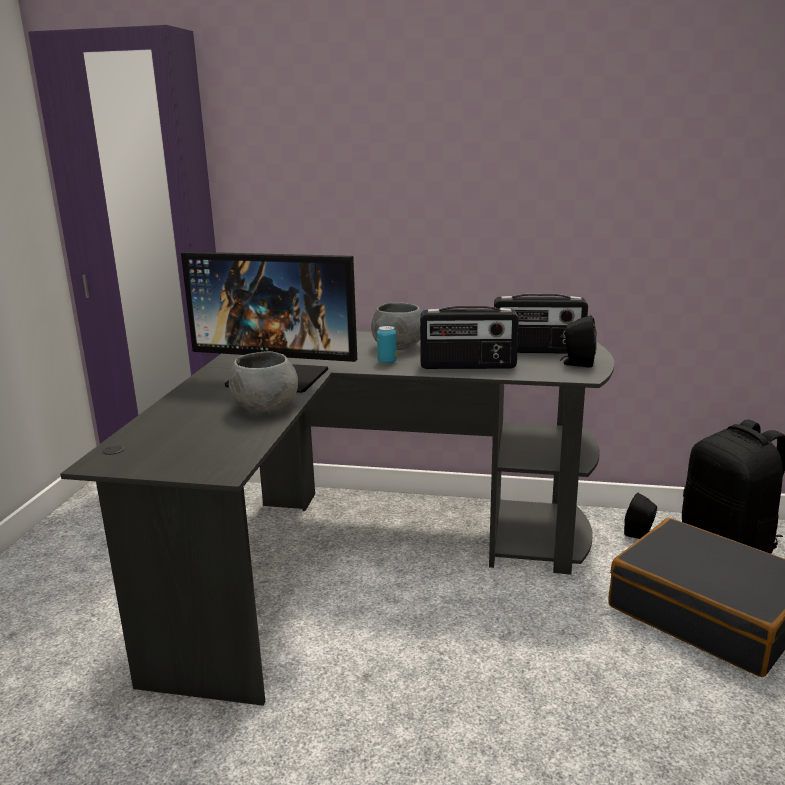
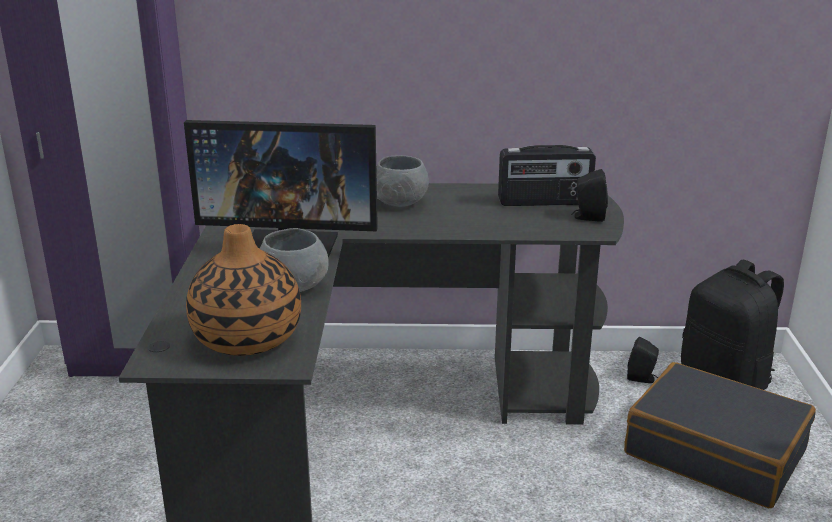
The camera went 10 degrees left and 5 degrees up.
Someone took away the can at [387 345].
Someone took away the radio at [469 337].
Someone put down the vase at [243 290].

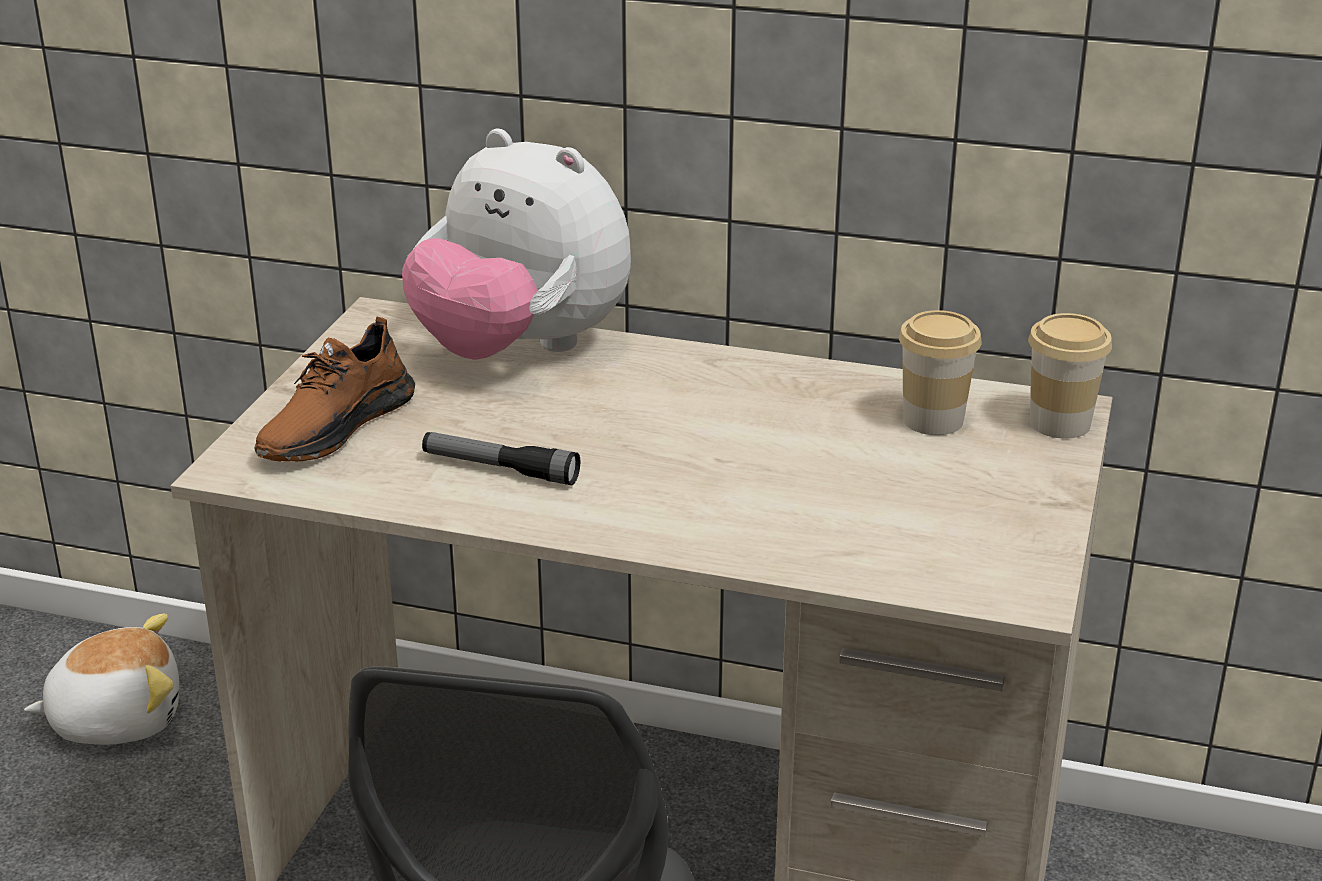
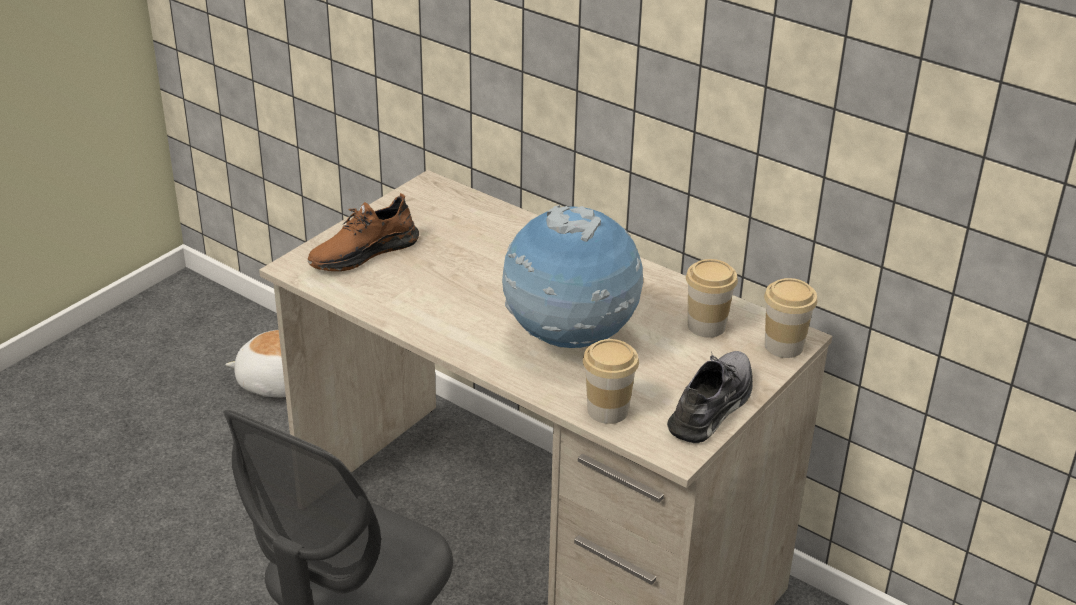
The camera went 20 degrees right and 5 degrees up.
Someone took away the plush toy at [516 244].
Someone took away the flashlight at [501 458].
Someone put down the desk globe at [572 276].
Someone put down the cup at [611 381].
Someone put down the greyish item of footwear at [710 397].

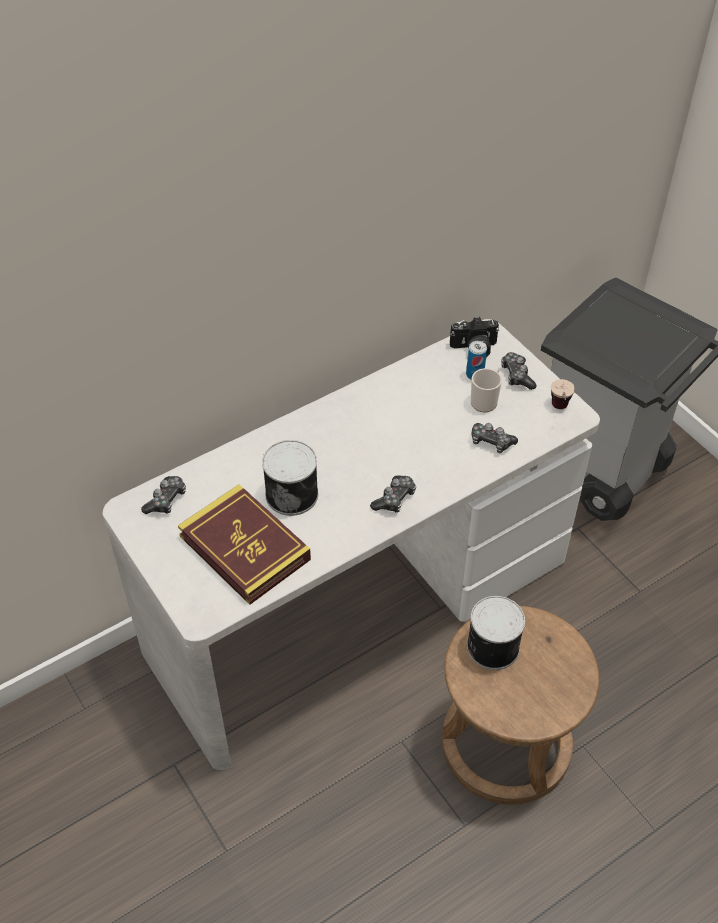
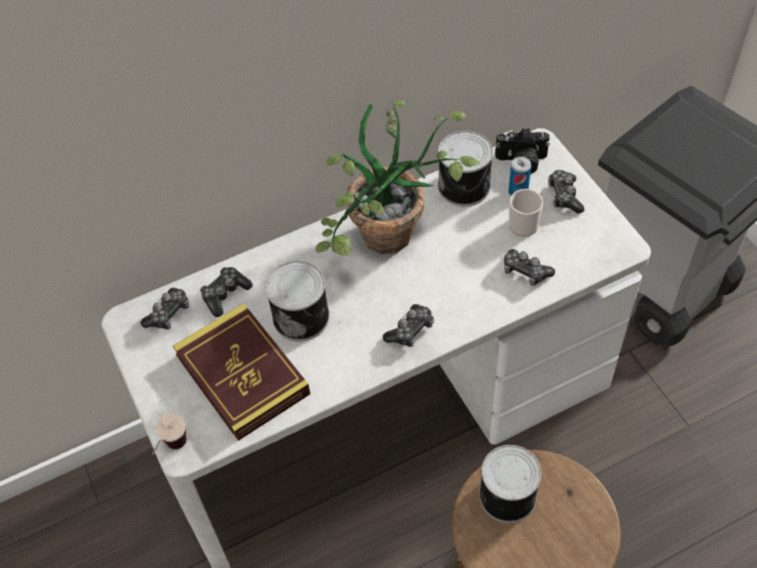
The camera went 10 degrees right and 5 degrees up.
Someone put down the game controller at [226 292].
Someone put down the potted plant at [397 178].
Someone put down the can at [465 169].
Someone carried the cup from [563 394] to [169 434].

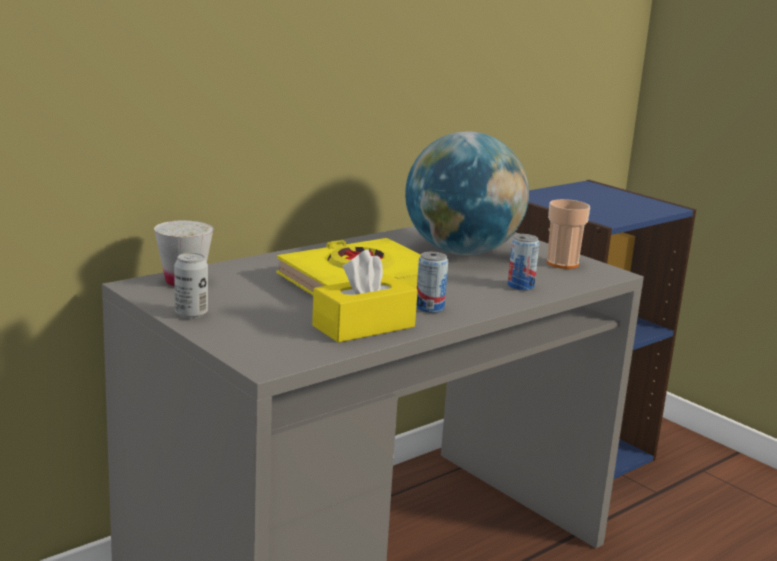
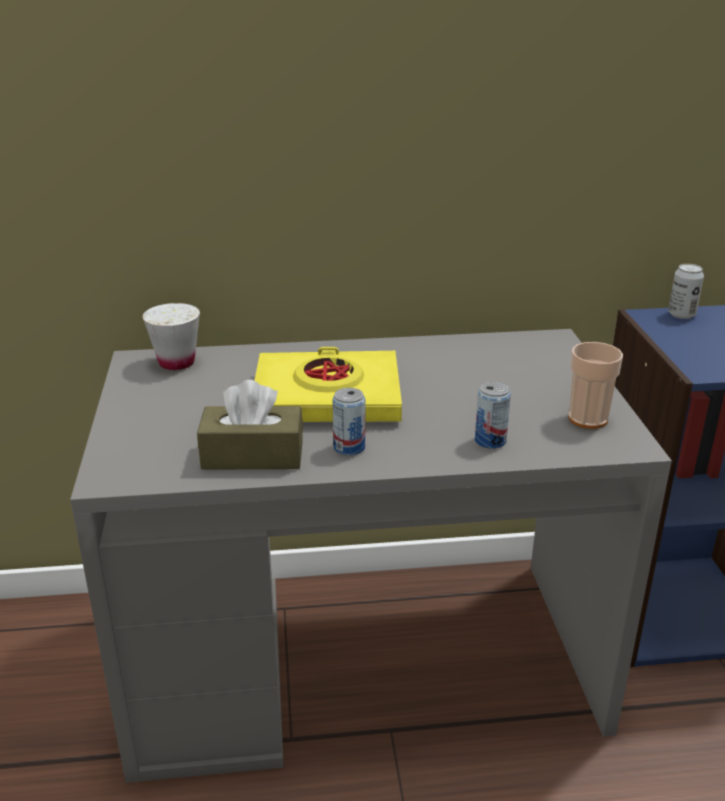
The camera went 35 degrees right and 10 degrees up.
Someone took away the desk globe at [467 193].
Someone carried the can from [191 285] to [686 291].
Someone repainted the yellowish box of tissues at [365 296], which became the brown box of tissues at [250 425].

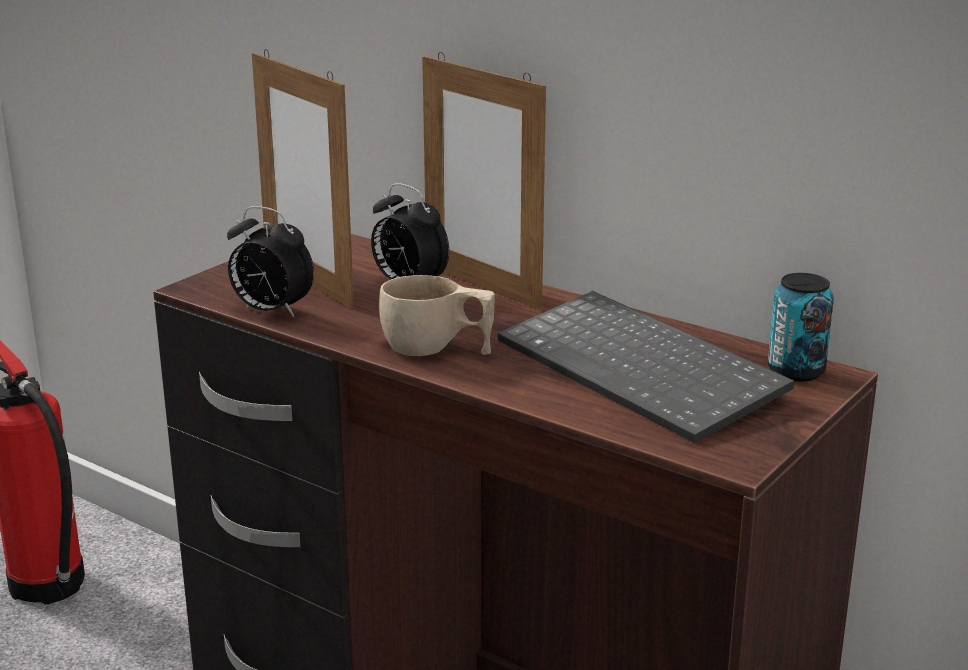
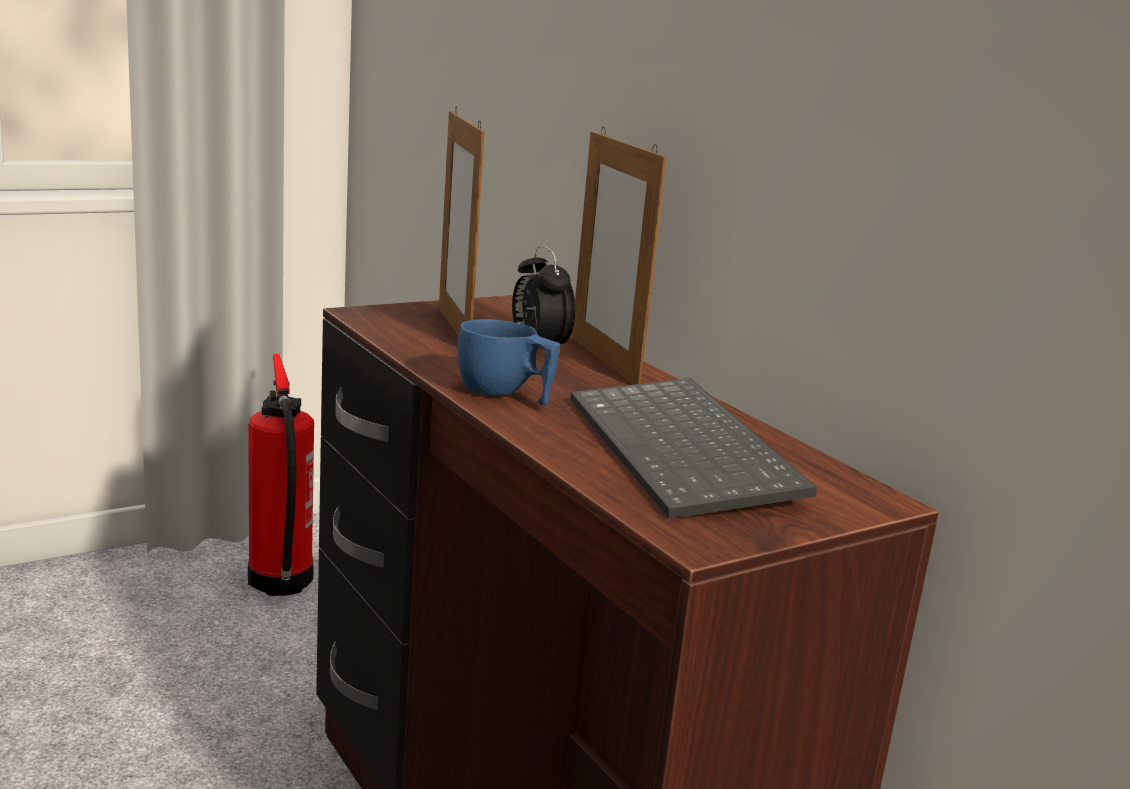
The camera went 20 degrees right and 5 degrees down.
Someone took away the table clock at [270 261].
Someone took away the can at [801 327].
Someone repainted the beige cup at [437 315], which became the bluish cup at [508 362].

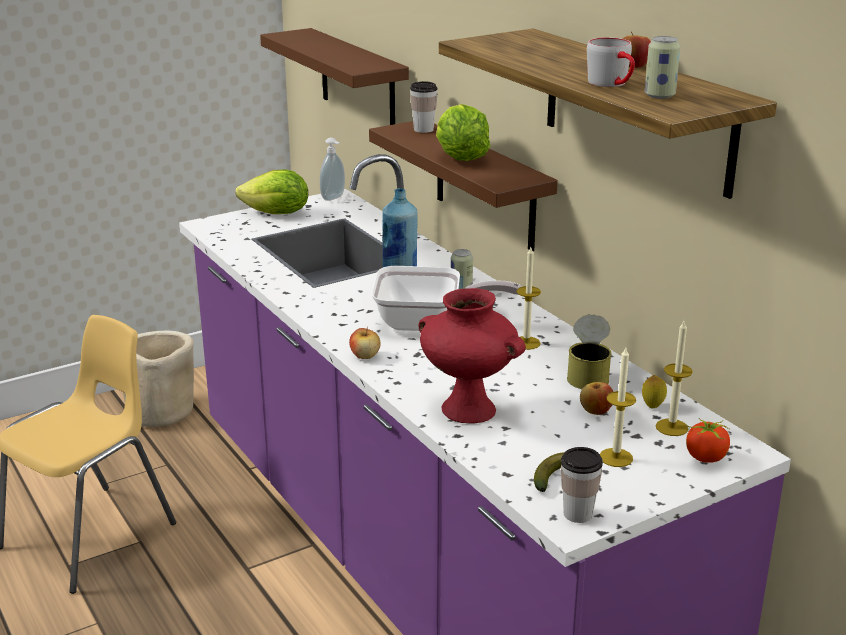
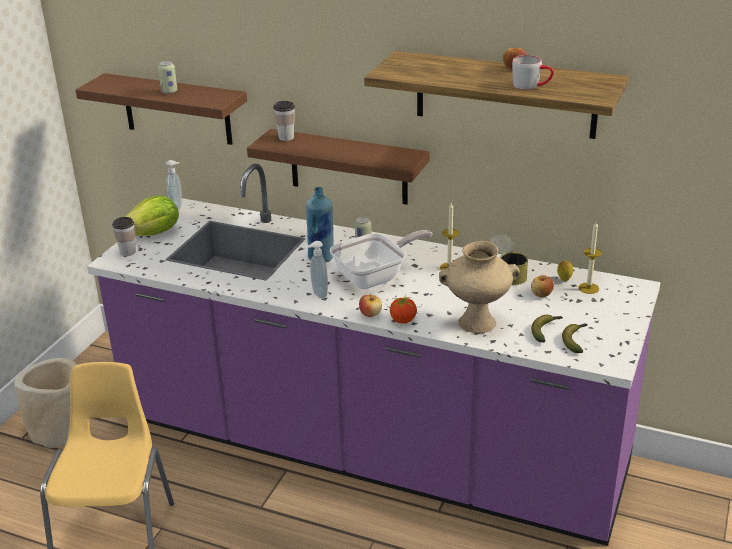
The camera went 35 degrees left and 5 degrees up.
Someone took away the lettuce at [463 132].
Someone took away the wax light at [618 407].
Someone put down the soap bottle at [317 270].
Someone put down the whole banana at [547 328].
Someone carried the cup from [582 485] to [124 236].
Someone carried the can from [662 67] to [167 77].
Someone carried the whole tomato from [708 440] to [403 309].
Someone repainted the red vase at [472 356], which became the beige vase at [479 287].

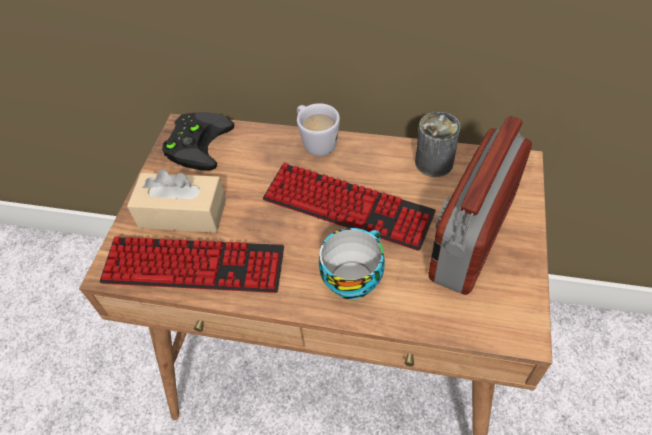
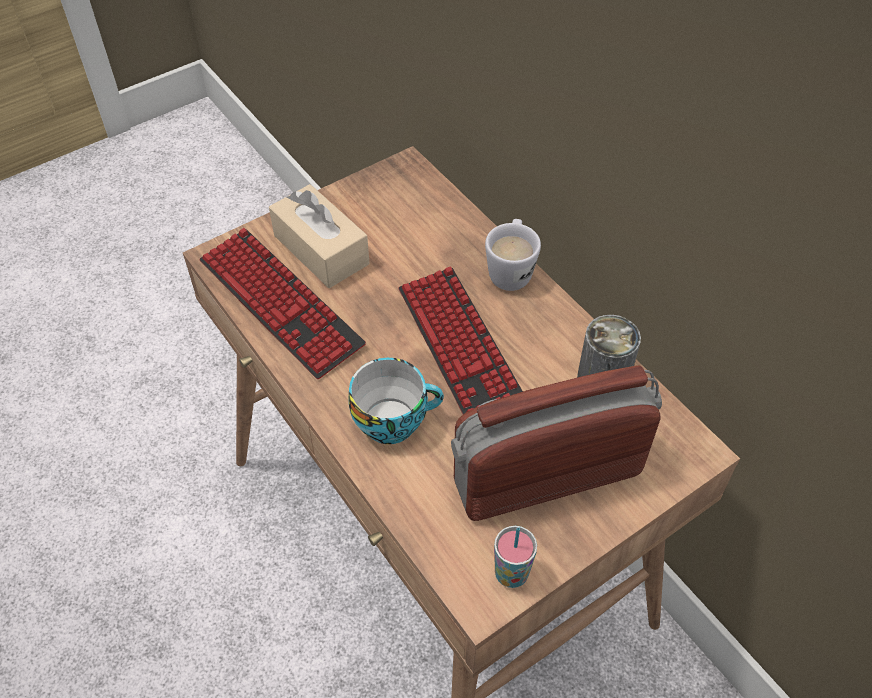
The camera went 40 degrees right and 0 degrees up.
Someone took away the black game controller at [198 141].
Someone put down the cup at [515 557].

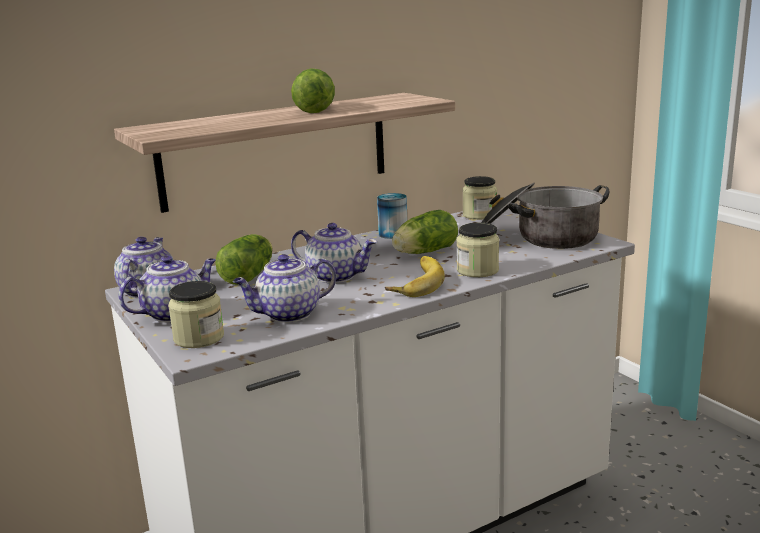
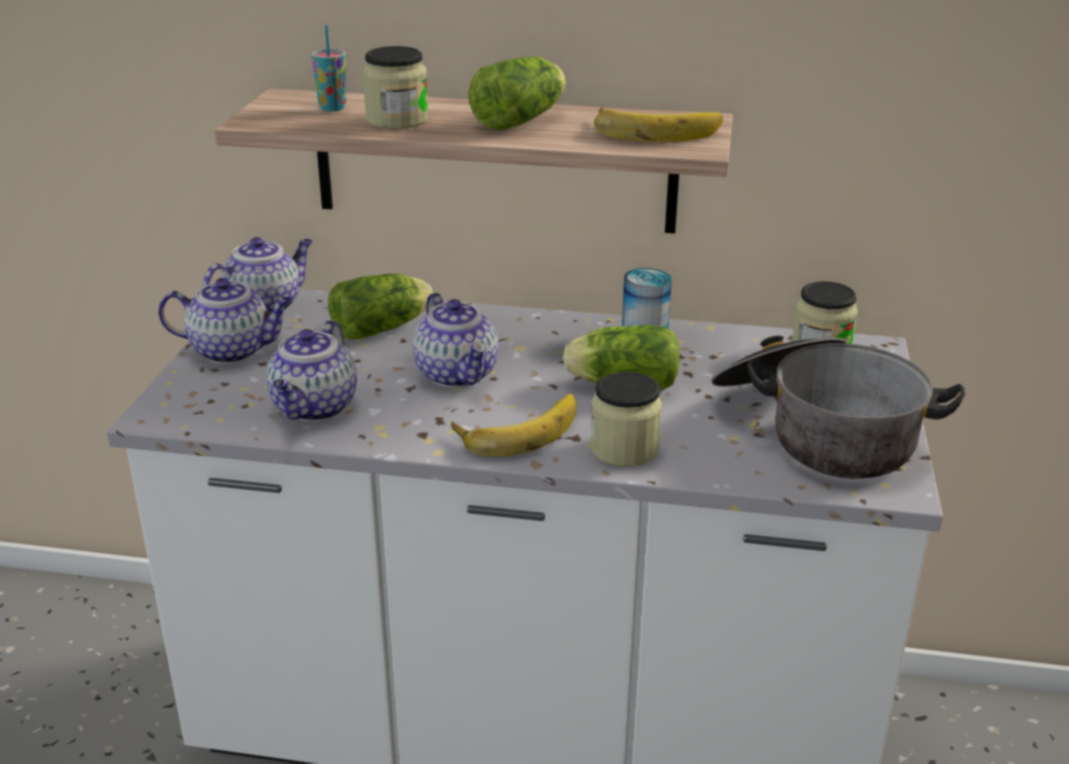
The camera went 40 degrees right and 10 degrees up.
Someone put down the cup at [328 68].
Someone put down the whole banana at [658 124].
Someone carried the preserve jar from [196 314] to [395 87].
Someone rotated the teapot at [284 288] by 90 degrees counterclockwise.

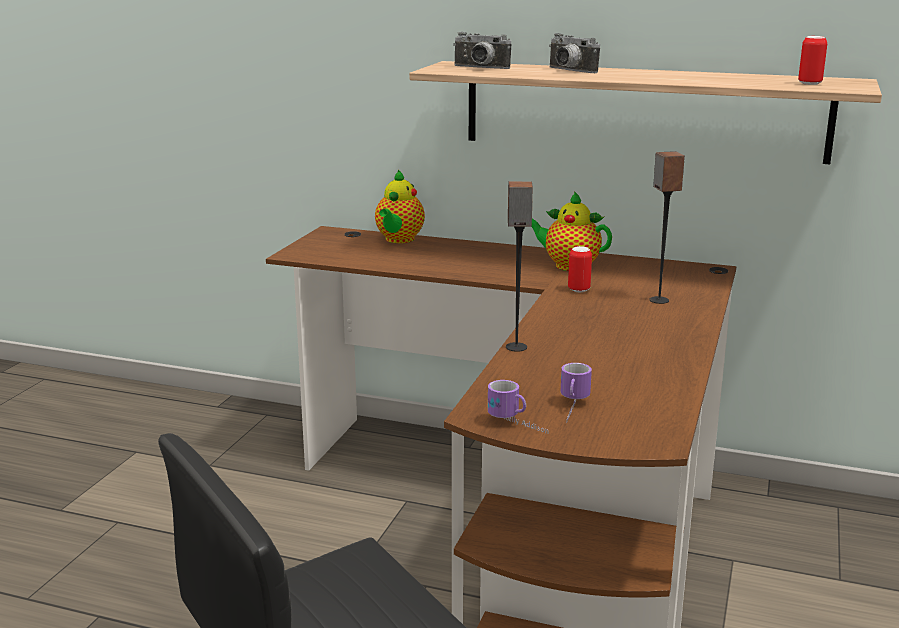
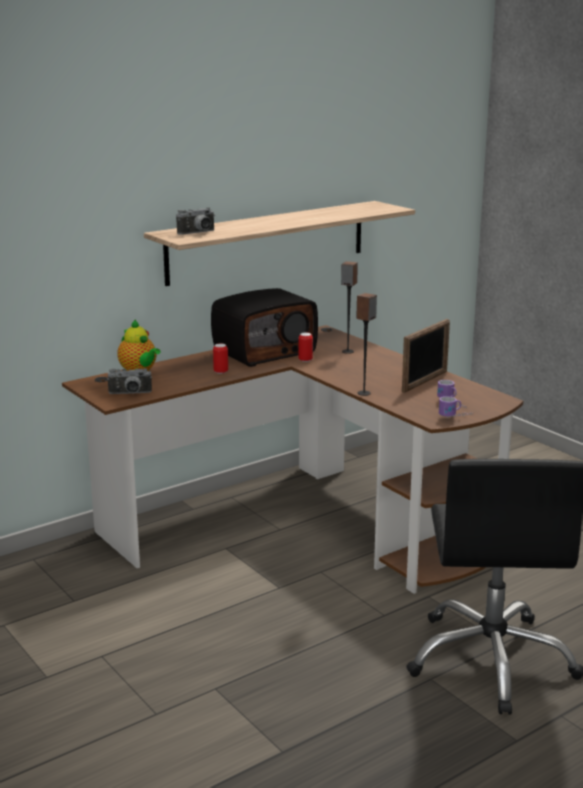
The camera went 55 degrees left and 0 degrees up.
Someone put down the picture frame at [426 356].
Someone carried the still camera from [574 53] to [129 381].
Someone carried the can from [812 60] to [220 358].
Someone swapped the teapot at [572 231] for the radio at [264 327].

